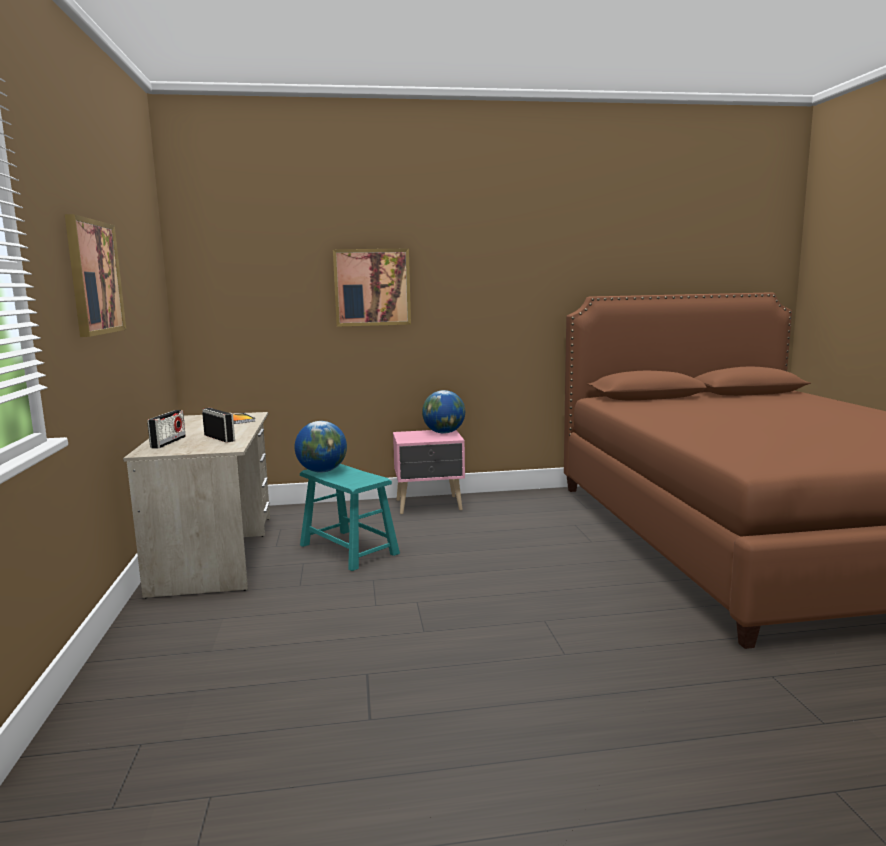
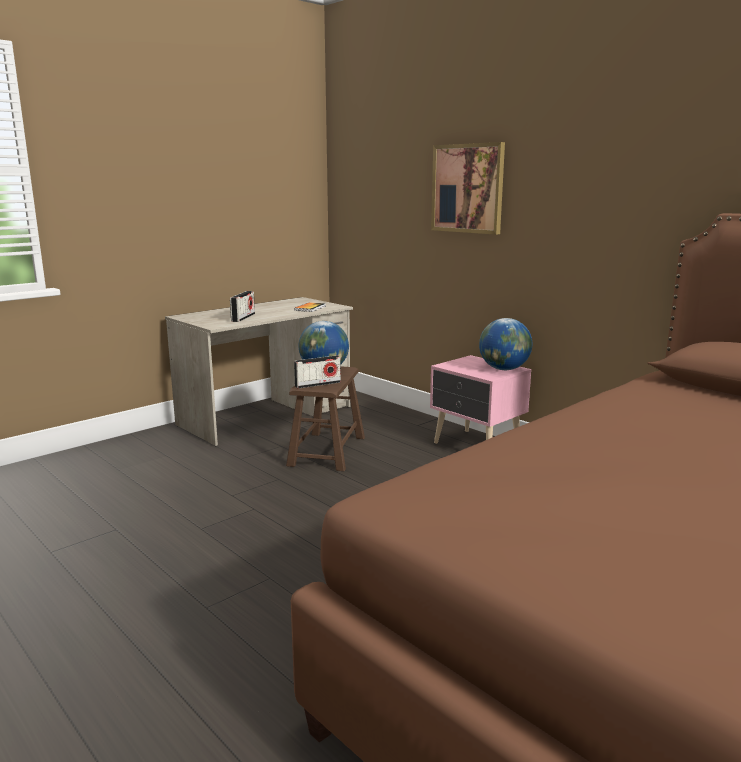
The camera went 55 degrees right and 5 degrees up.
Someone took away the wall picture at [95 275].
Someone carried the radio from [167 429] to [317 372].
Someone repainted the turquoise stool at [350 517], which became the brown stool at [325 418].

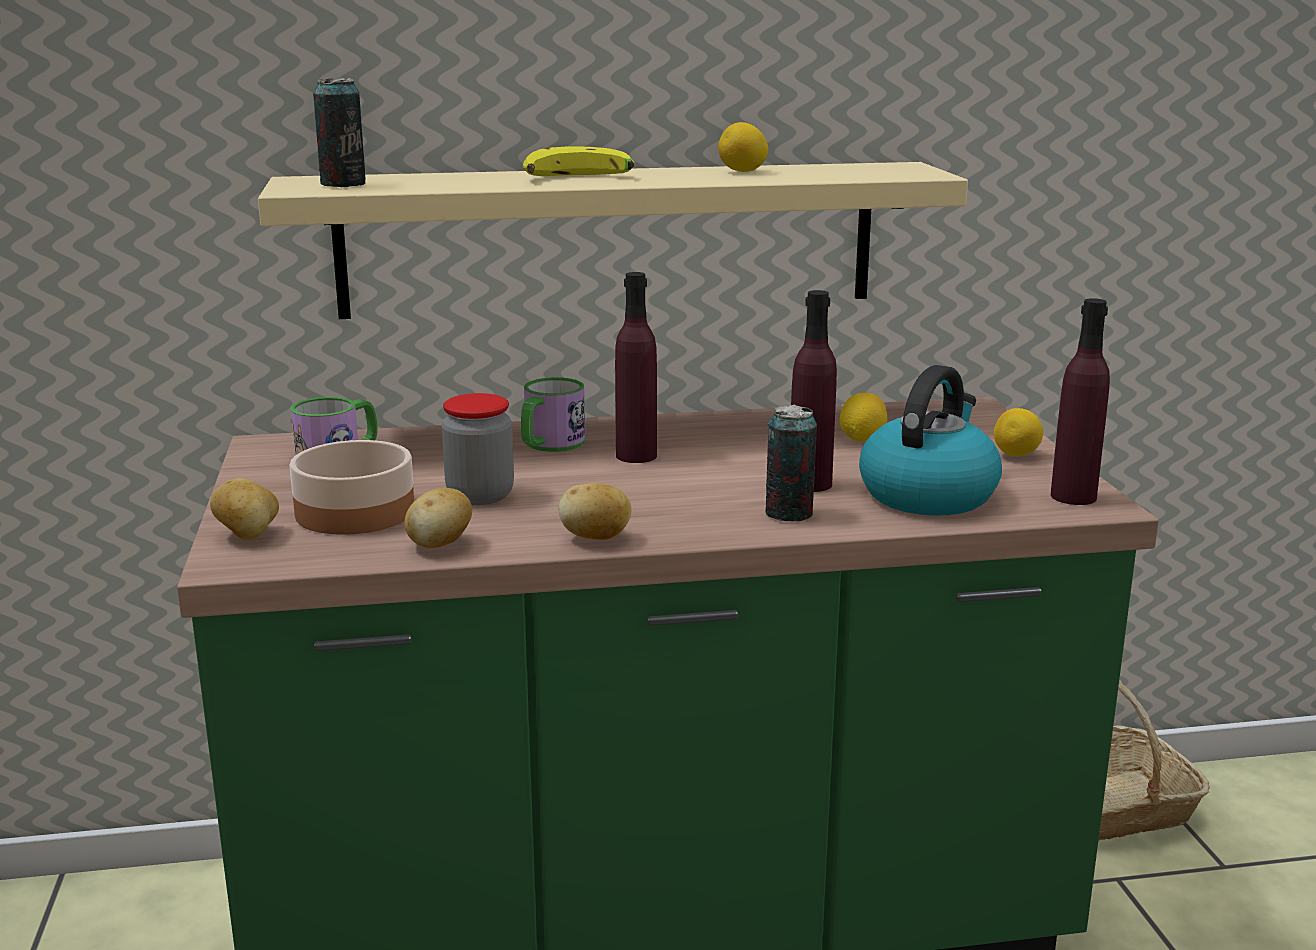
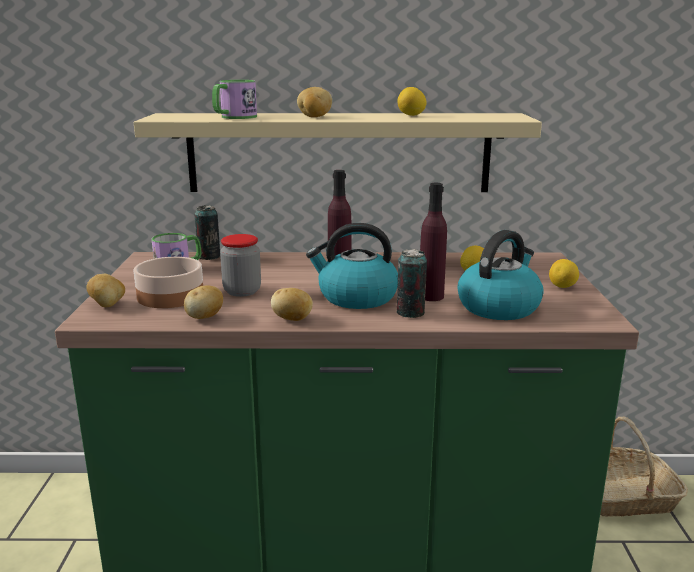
The camera went 10 degrees right and 0 degrees up.
Someone took away the purplish beverage bottle at [1080 401].
Someone put down the tea kettle at [352 266].
Someone carried the can from [339 132] to [207 232].
Someone carried the mug from [553 414] to [234 99].
Someone swapped the whole banana at [578 161] for the spud at [314 102].

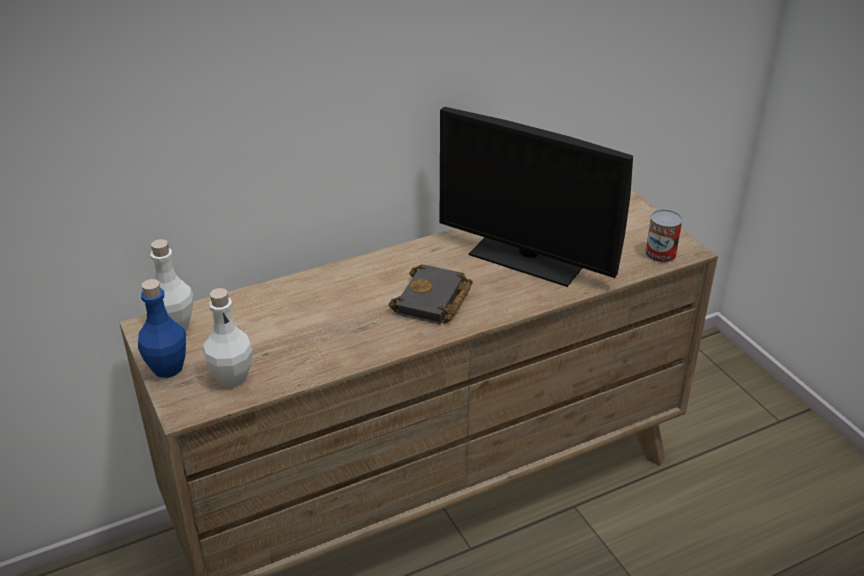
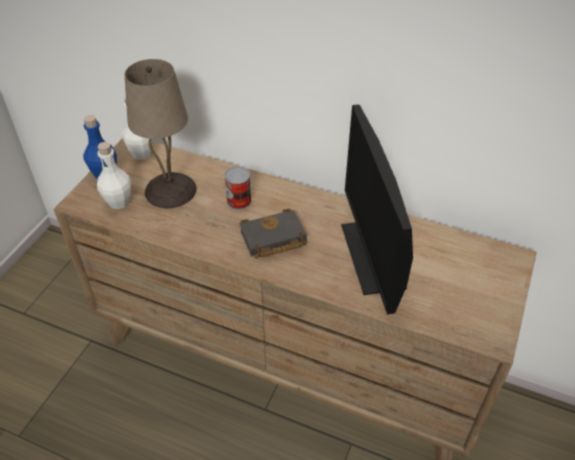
The camera went 50 degrees right and 10 degrees up.
Someone put down the beige tabletop lamp at [160 133].
Someone carried the can from [664 236] to [237 187].

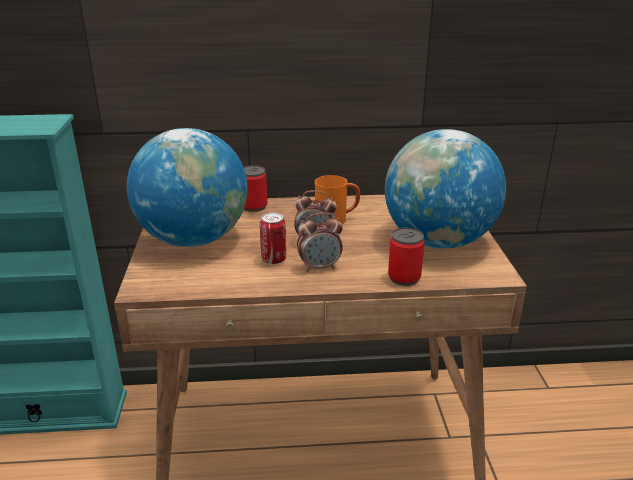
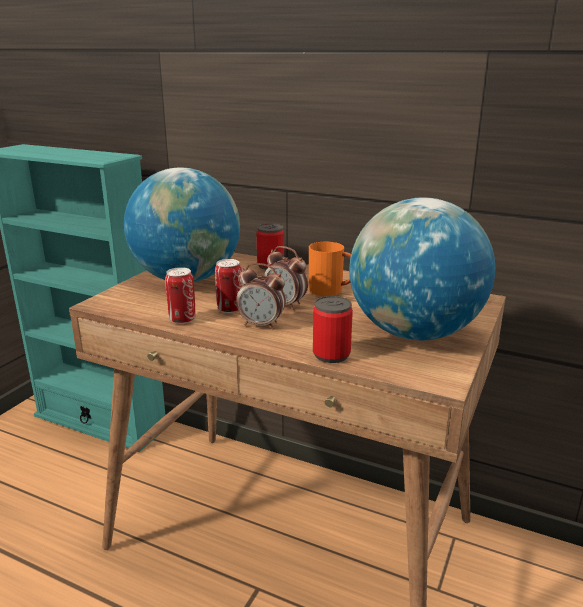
The camera went 30 degrees right and 5 degrees down.
Someone put down the can at [180 295].

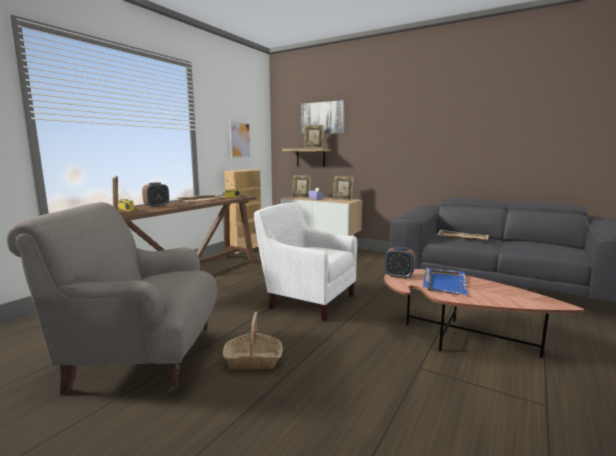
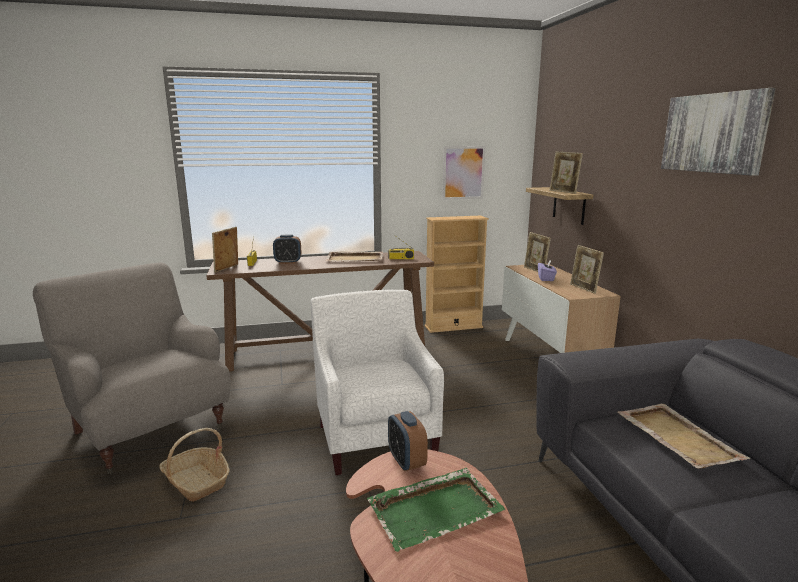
The camera went 45 degrees right and 5 degrees up.
Someone carried the wall picture from [323 117] to [718 132].
Someone repainted the bluish carrying tray at [446 281], which became the green-coloured carrying tray at [436 510].

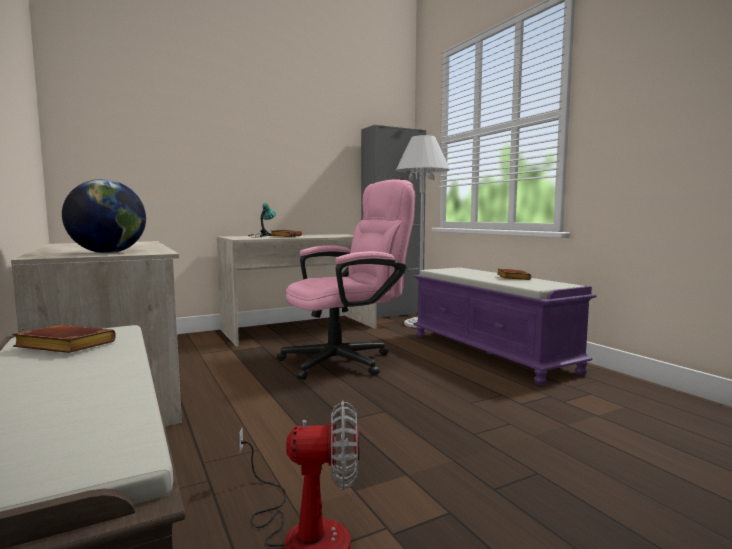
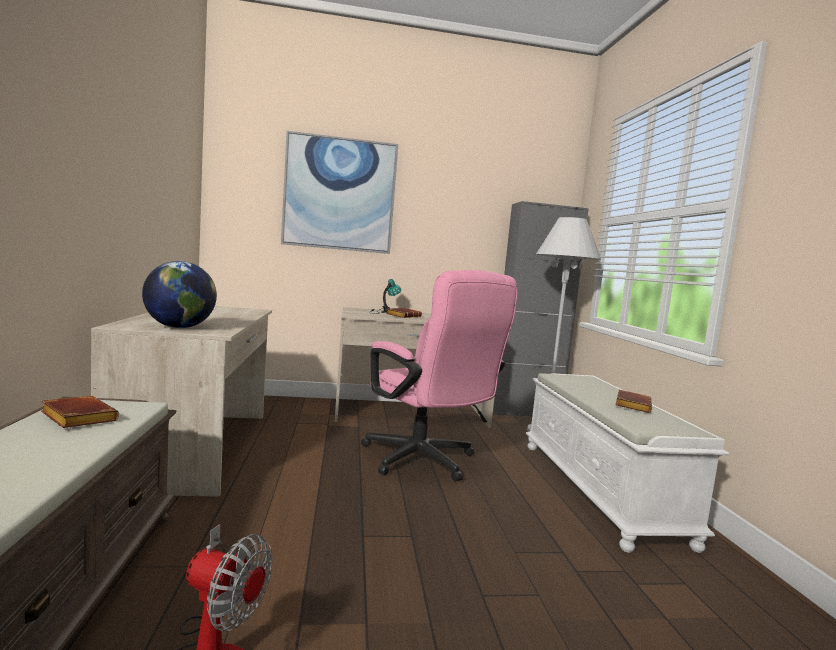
The camera went 20 degrees right and 0 degrees up.
Someone put up the wall picture at [339 192].
Someone repainted the purplish indoor bench at [504 326], which became the white indoor bench at [627 463].
Someone rotated the pink-coloured desk chair at [346 279] by 60 degrees clockwise.

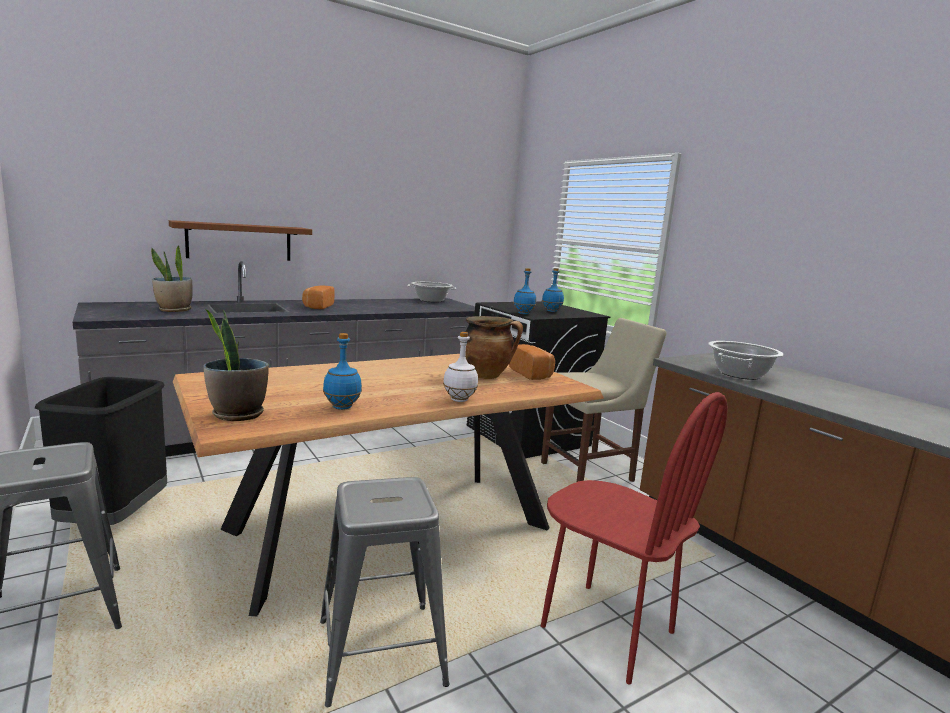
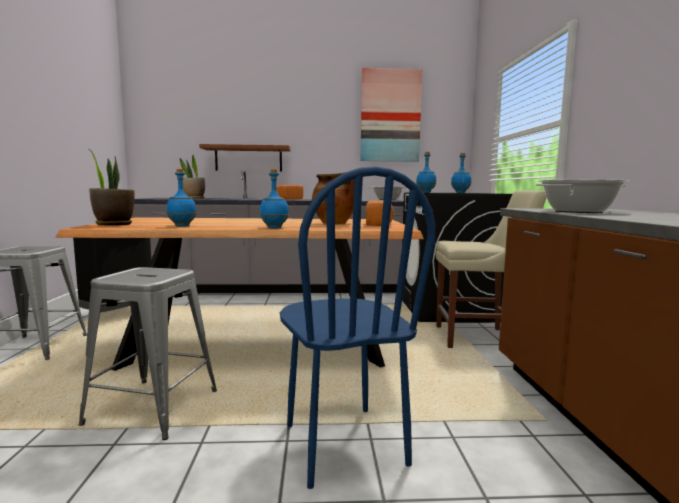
The camera went 30 degrees right and 5 degrees down.
Someone put up the wall picture at [391 115].
Someone repainted the white beverage bottle at [460 367], which became the bluish beverage bottle at [274 198].
Someone repainted the red plain chair at [634 538], which became the bluish plain chair at [357 327].

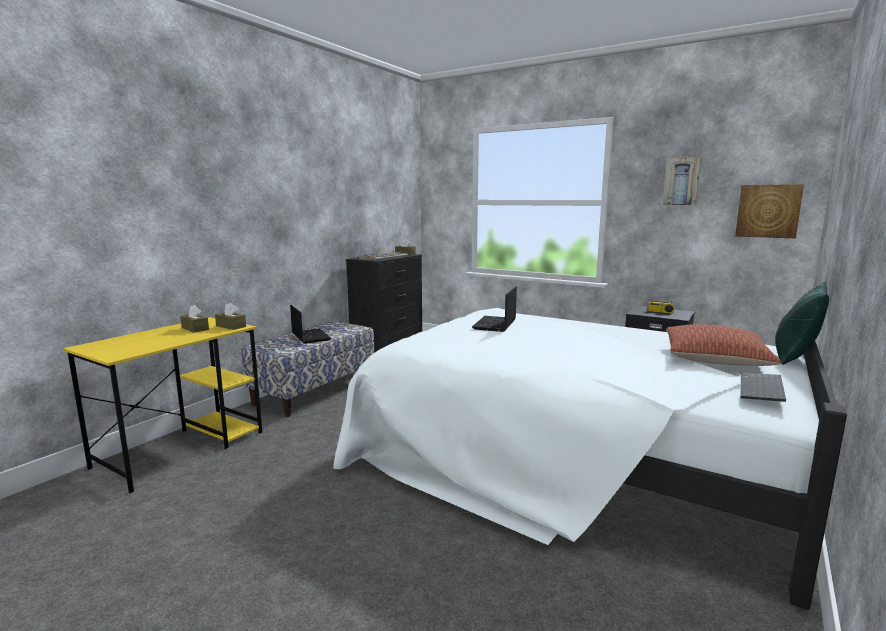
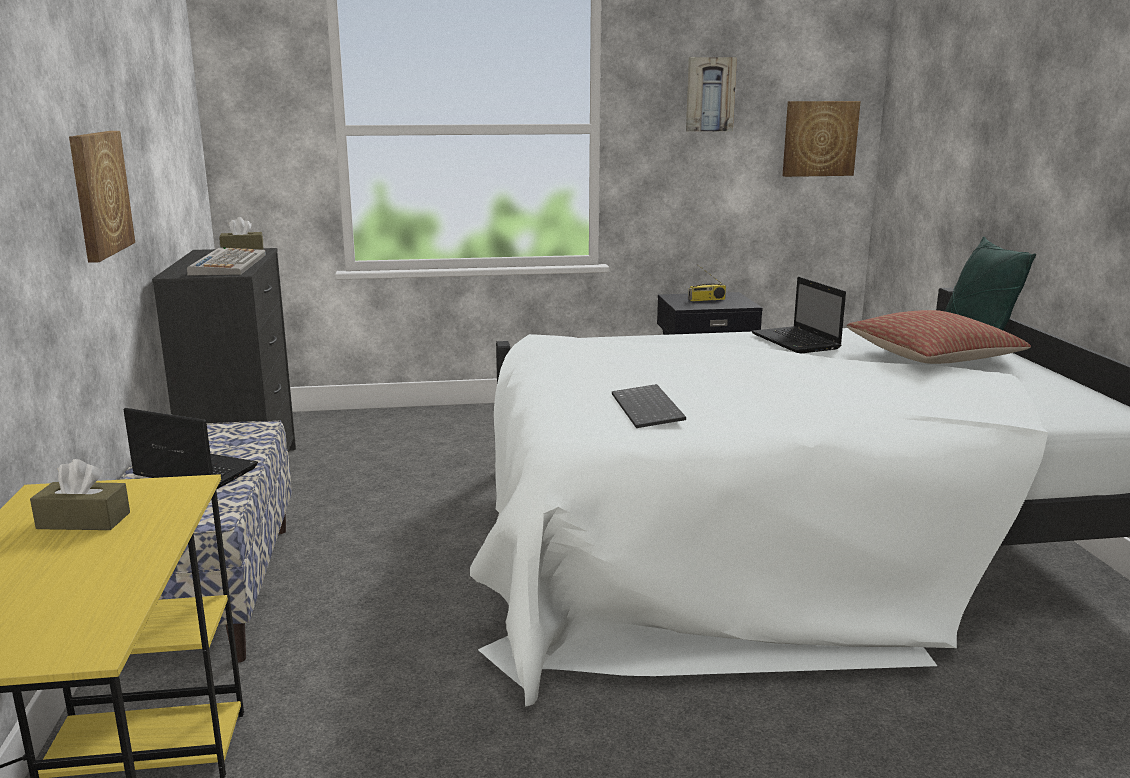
The camera went 40 degrees left and 5 degrees up.
Someone took away the brown box of tissues at [230 316].
Someone put up the wall picture at [102 197].
Someone carried the notebook computer from [494 309] to [798 315].
Someone carried the PC keyboard from [763 387] to [649 406].

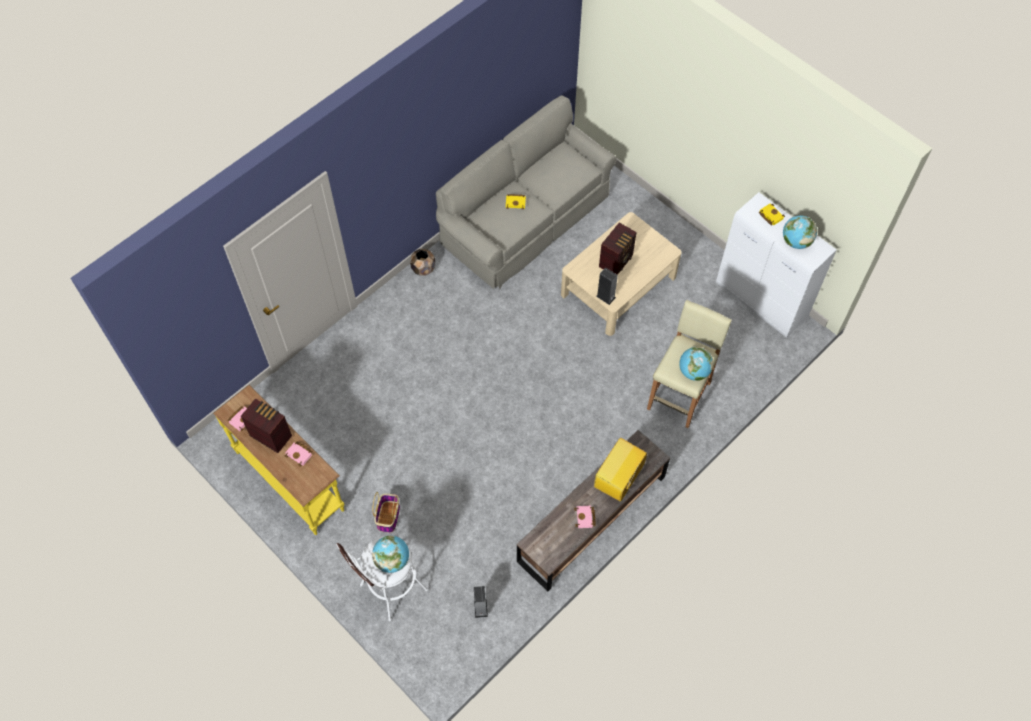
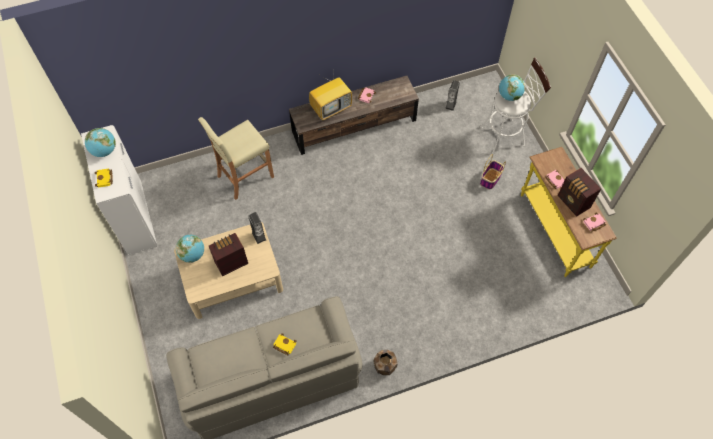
The camera went 155 degrees left and 0 degrees up.
Someone carried the desk globe from [696 364] to [190 249].

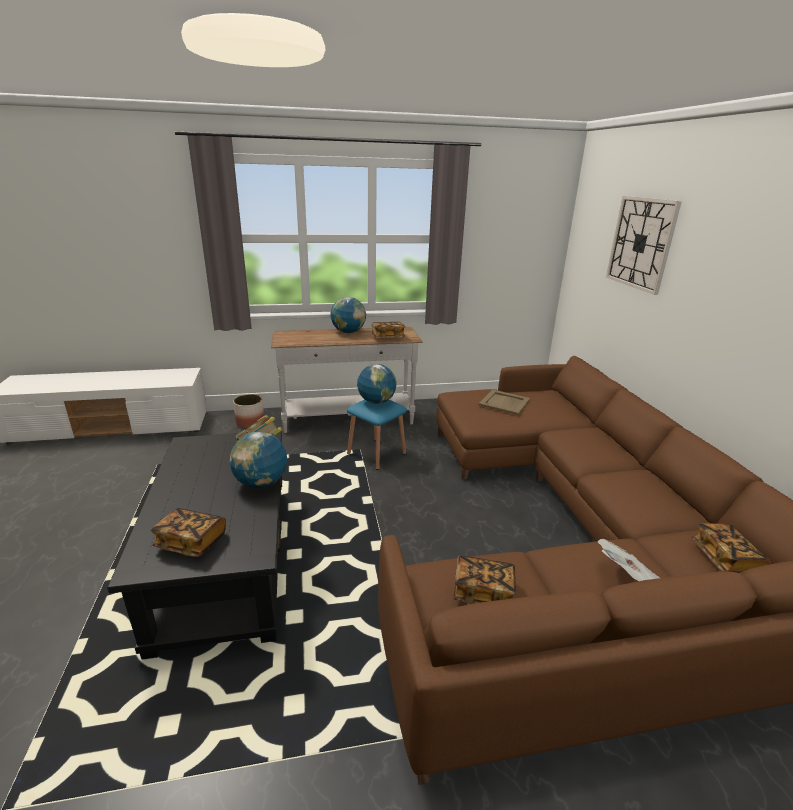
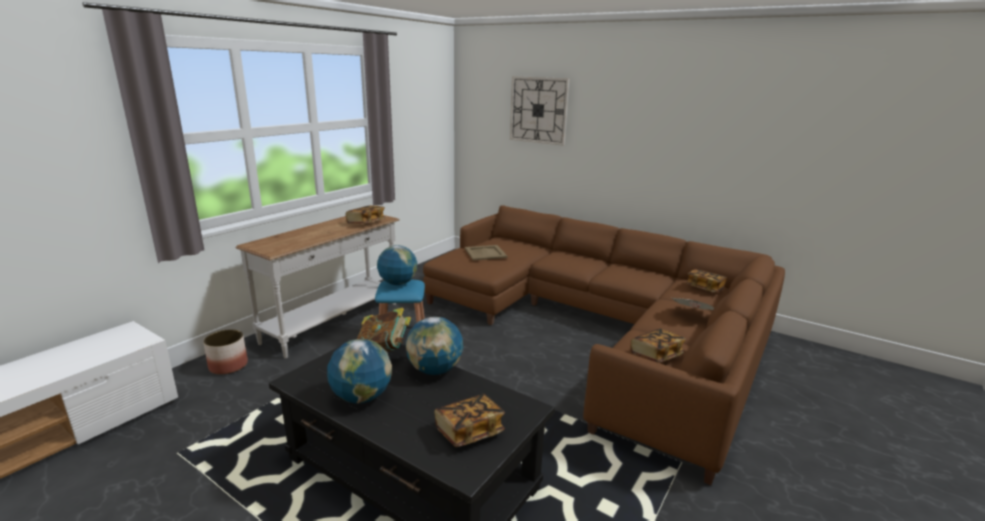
The camera went 45 degrees left and 5 degrees down.
Someone carried the desk globe from [348 315] to [359 371].

